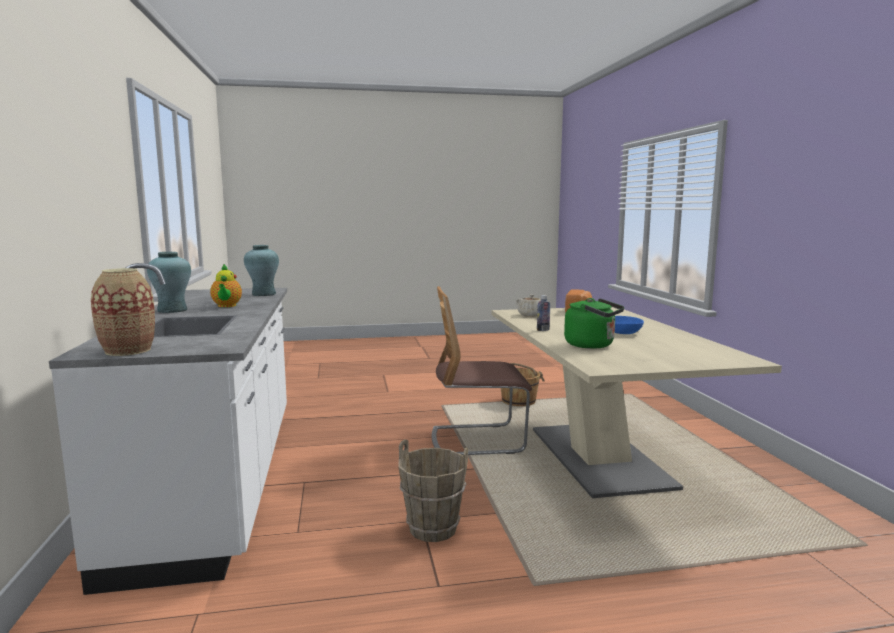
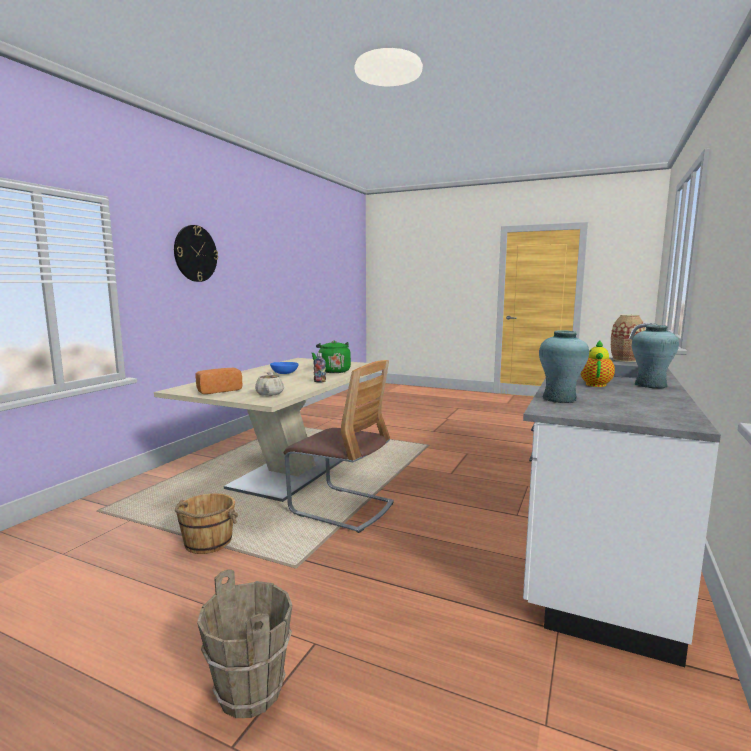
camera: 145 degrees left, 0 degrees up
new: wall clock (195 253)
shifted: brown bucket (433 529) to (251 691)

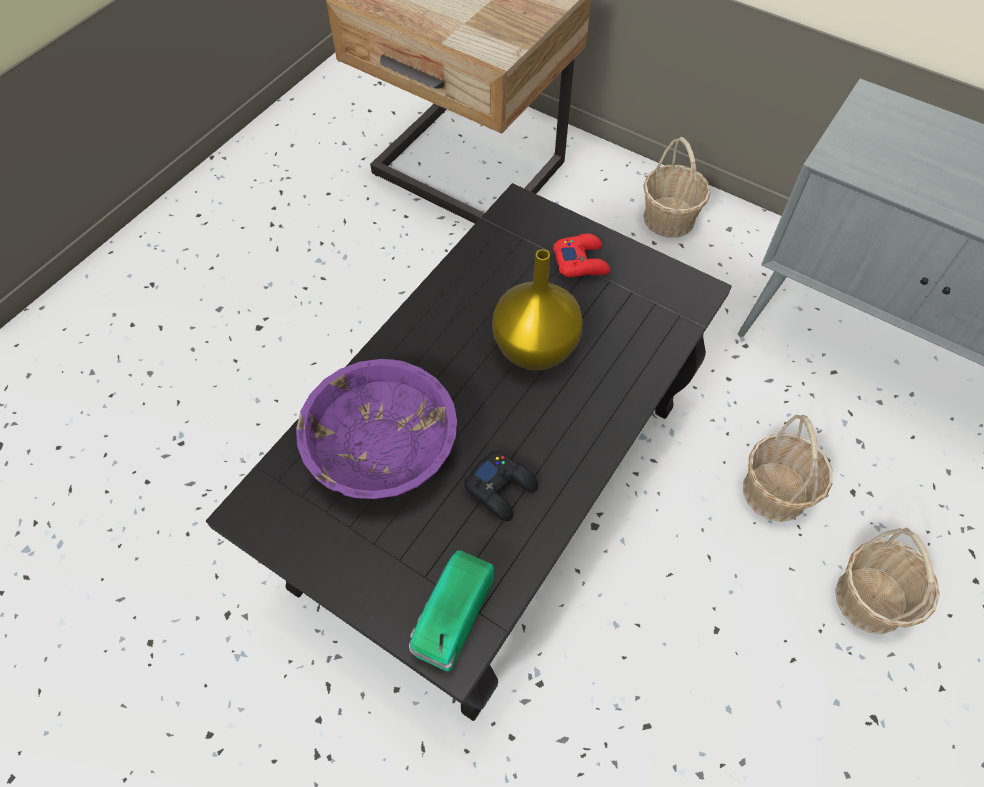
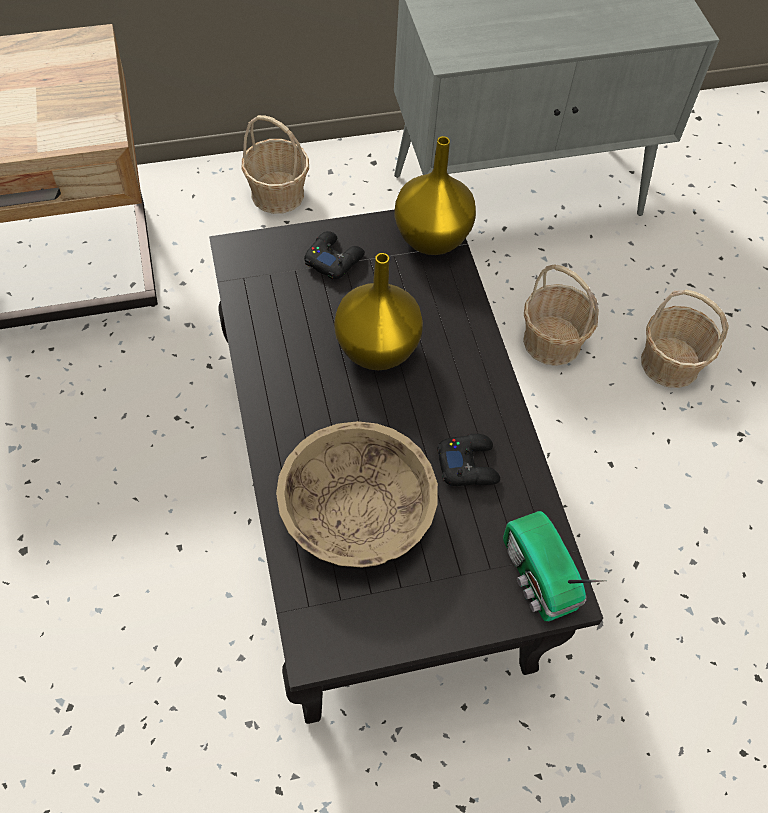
camera: 50 degrees left, 0 degrees up
new: yellow vase (431 239)
repainted: red game controller (581 261) to black game controller (334 259); purple bowl (381 449) to beige bowl (356 513)

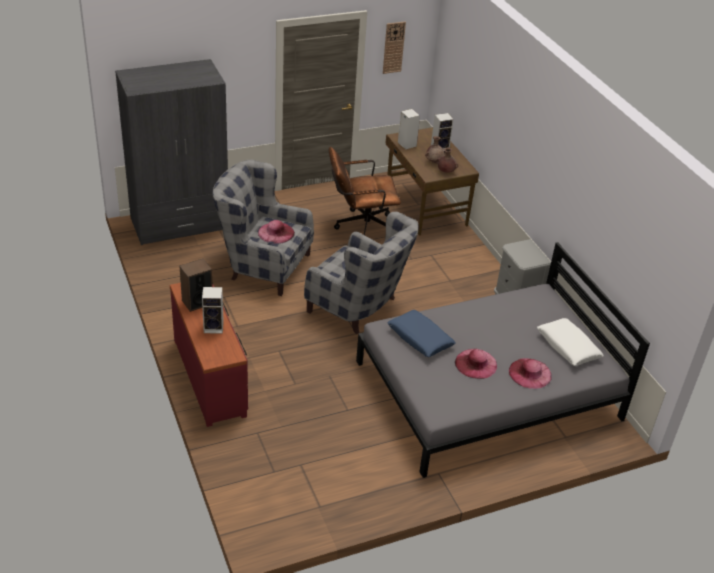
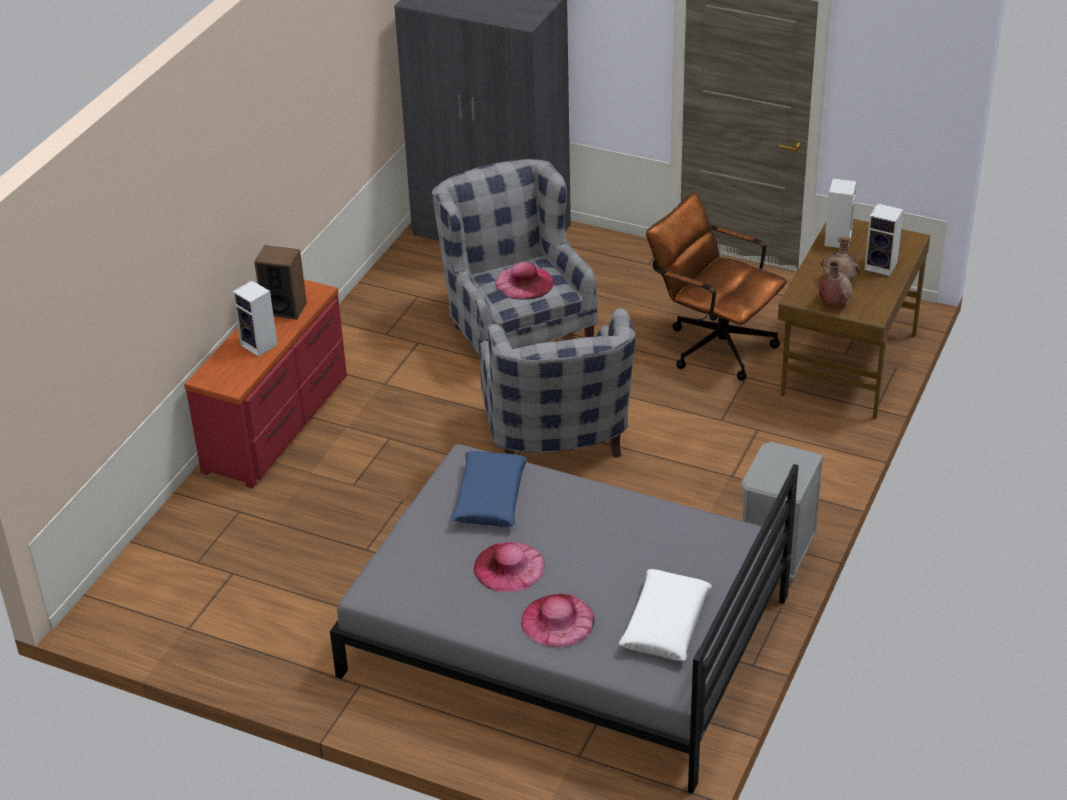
camera: 50 degrees right, 0 degrees up
gone: wall clock (393 47)

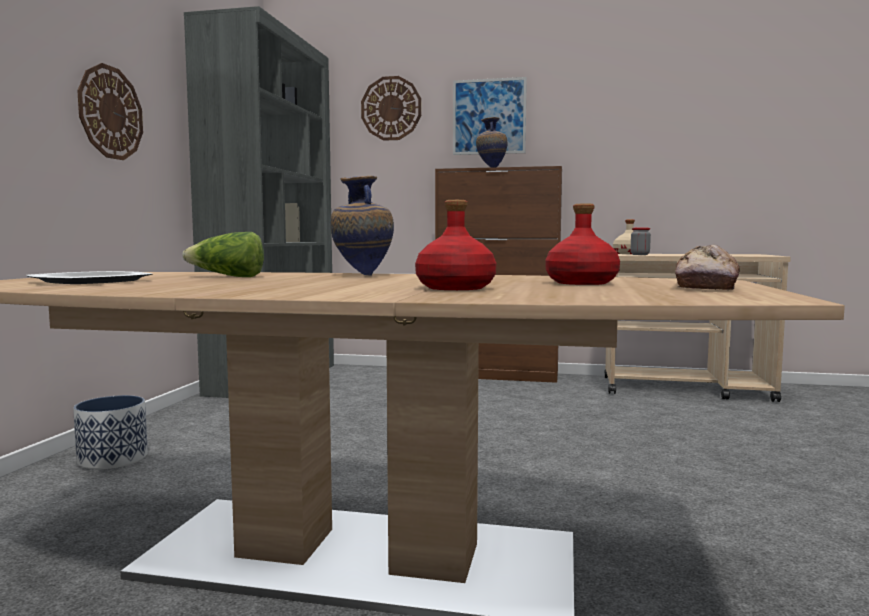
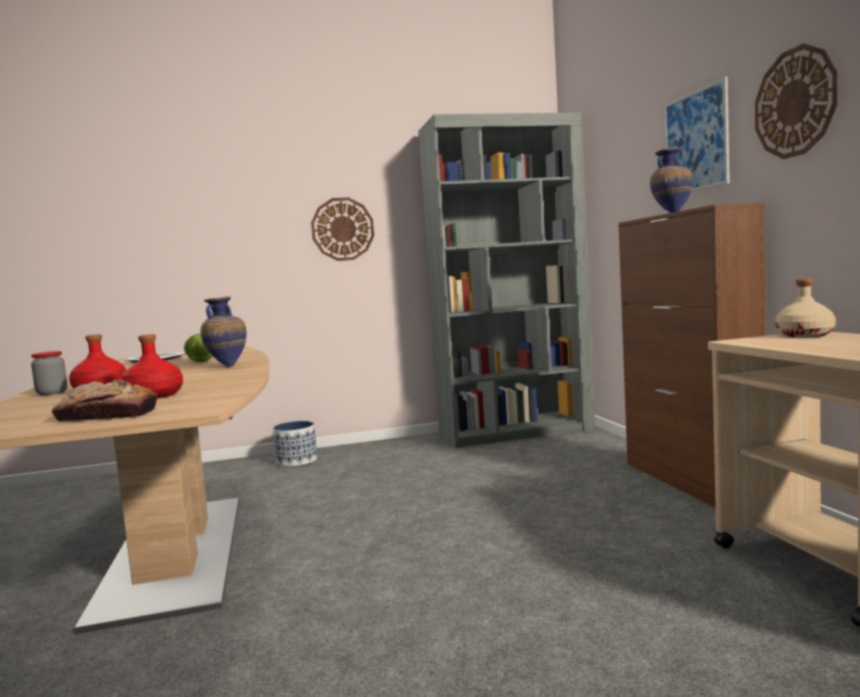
camera: 65 degrees right, 0 degrees up
shifted: wall clock (391 108) to (795 103); jar (640 254) to (52 393)

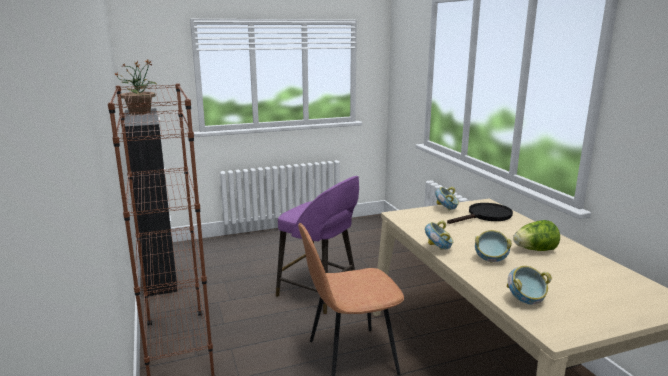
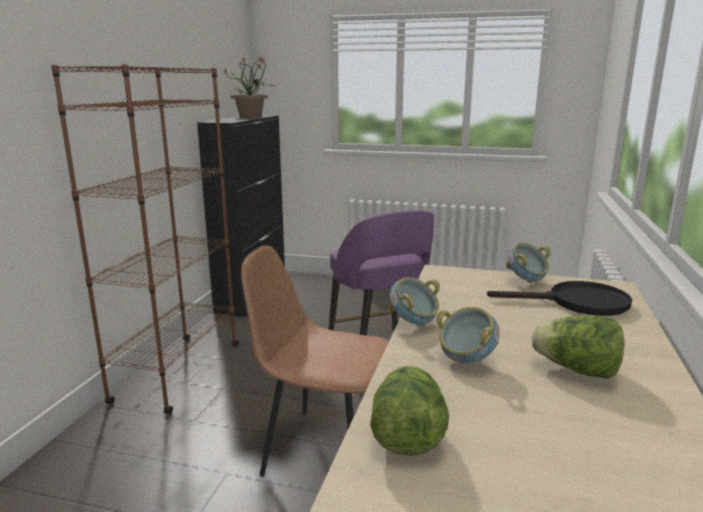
camera: 35 degrees right, 0 degrees up
swapped: bowl (525 301) to lettuce (407 435)

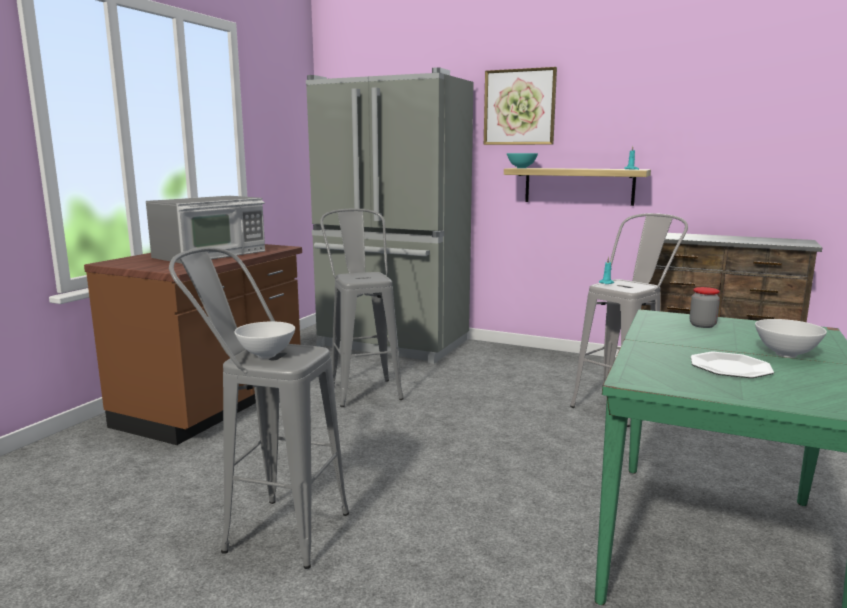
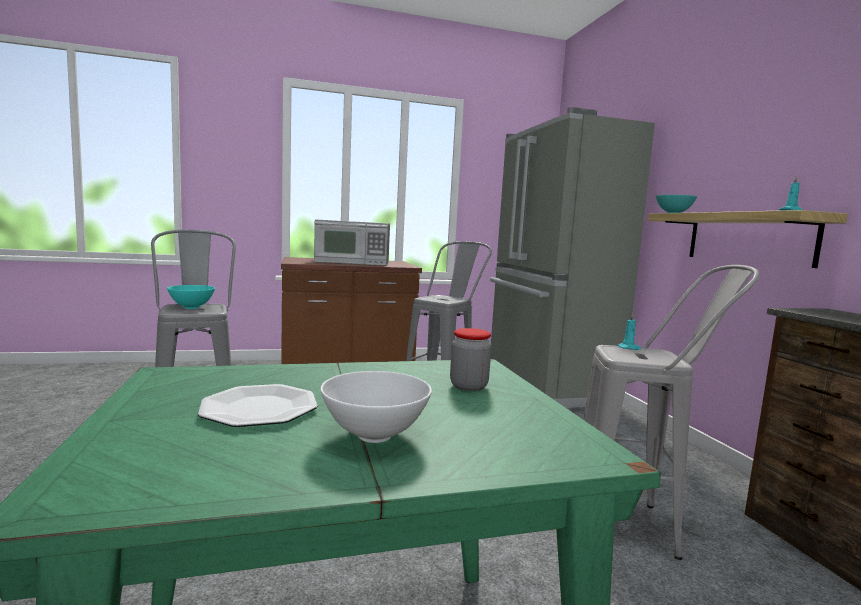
camera: 50 degrees right, 5 degrees down
gone: picture (519 107)
repainted: white bowl (266 355) to turquoise bowl (192 307)

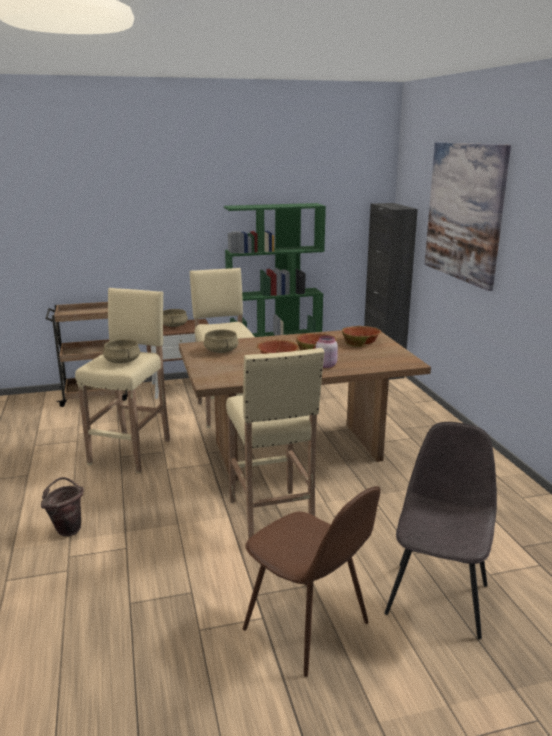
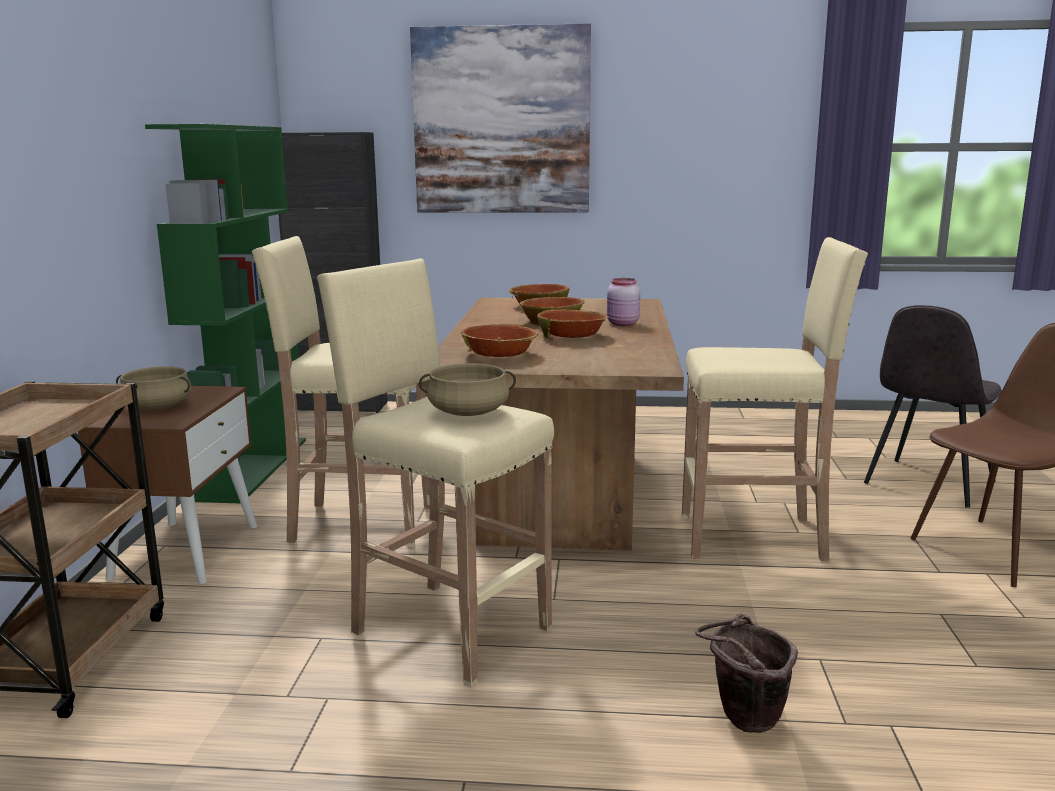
camera: 70 degrees left, 5 degrees down
swapped: beige cooking pot (220 351) to bowl (500 355)
rotated: grey chair (438 597) = (927 484) 90 degrees counterclockwise

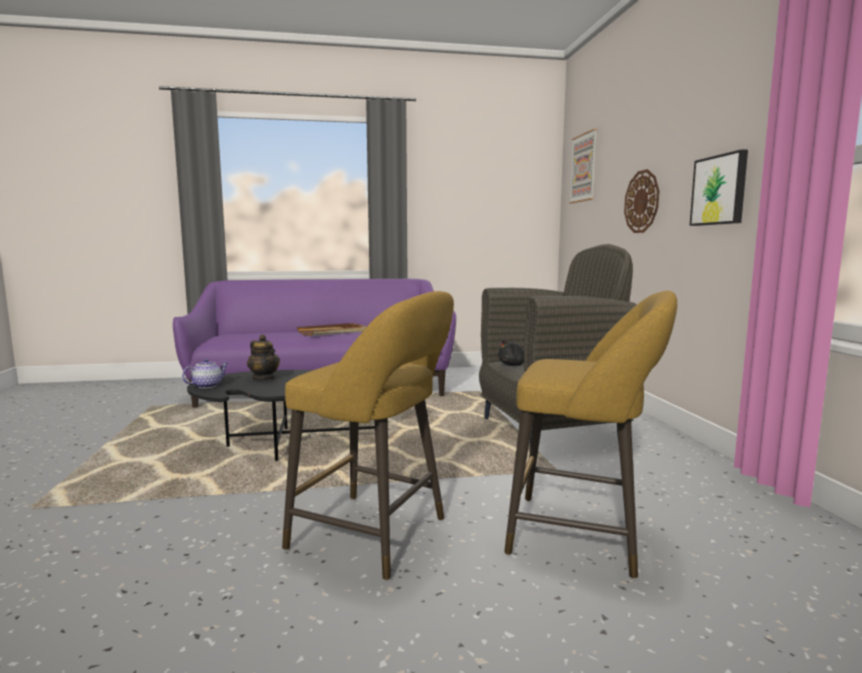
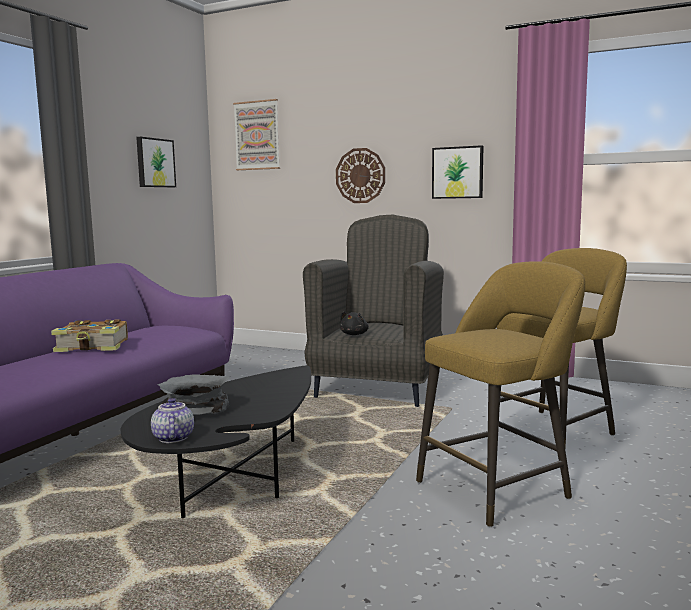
camera: 55 degrees left, 0 degrees up
new: picture (155 163)
swapped: brown tray (333 332) to book (93 347); teapot (264 378) to grey bowl (194 410)

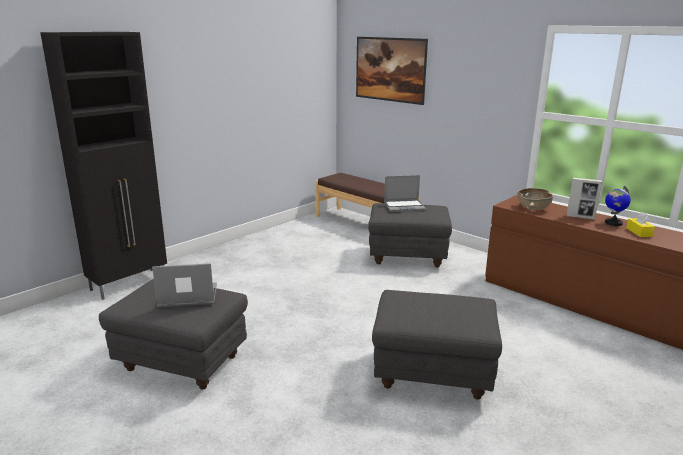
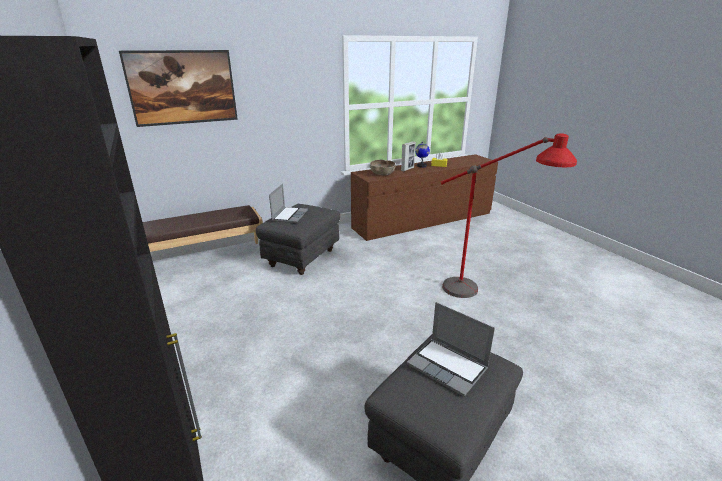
camera: 70 degrees left, 5 degrees up
swapped: grey ottoman (431 376) to red floor lamp (485 295)
rotated: laptop (187 297) = (448 367) 60 degrees counterclockwise

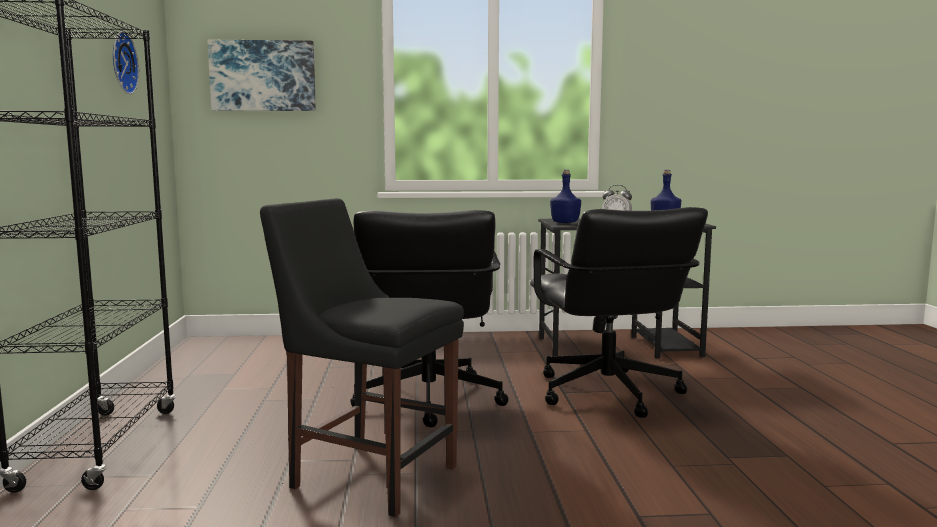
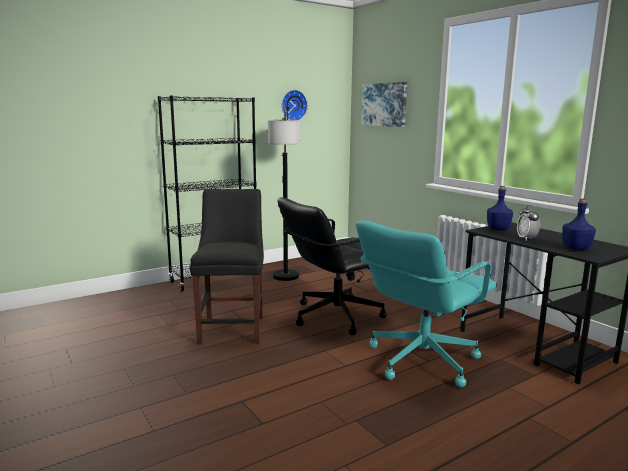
camera: 60 degrees right, 5 degrees up
new: floor lamp (285 276)
repainted: black office chair (607 393) to turquoise office chair (421 360)

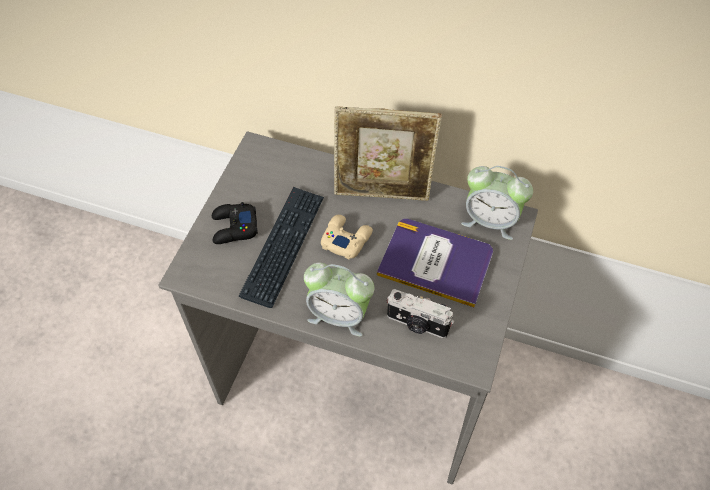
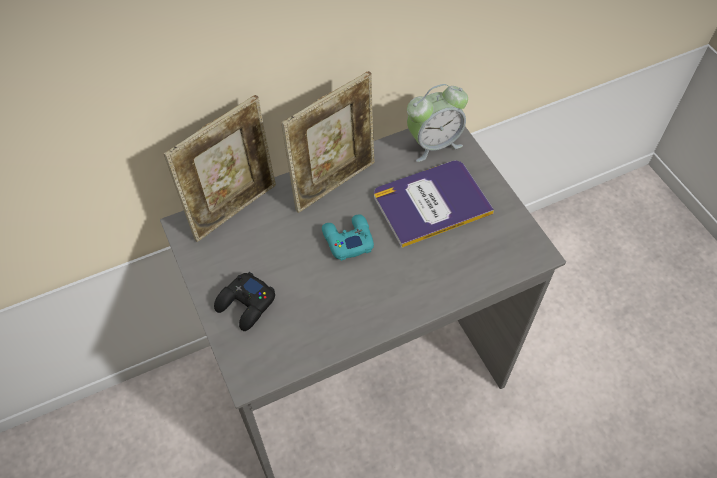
camera: 45 degrees left, 0 degrees up
gone: keyboard (283 246); alarm clock (339 315); photo camera (417 324)
new: picture frame (234 208)
repainted: beige game controller (346 239) to turquoise game controller (347 240)

